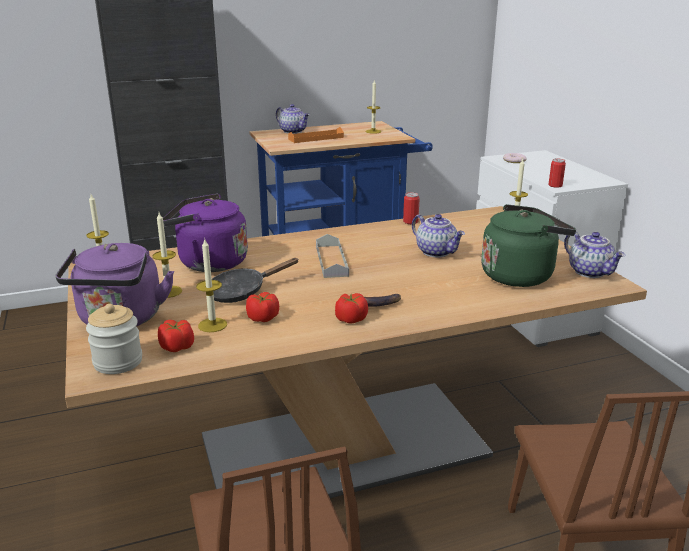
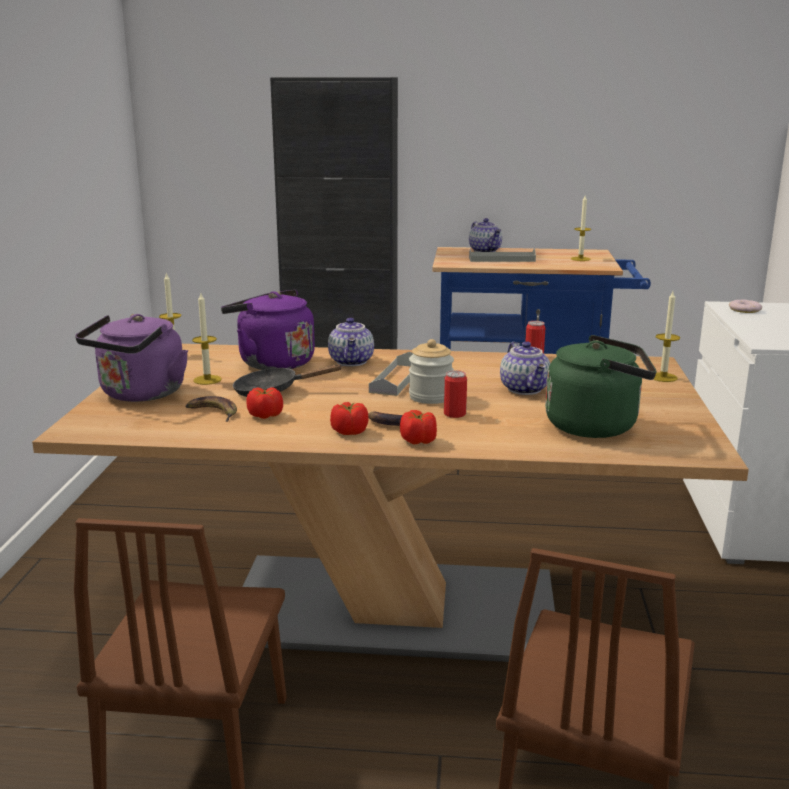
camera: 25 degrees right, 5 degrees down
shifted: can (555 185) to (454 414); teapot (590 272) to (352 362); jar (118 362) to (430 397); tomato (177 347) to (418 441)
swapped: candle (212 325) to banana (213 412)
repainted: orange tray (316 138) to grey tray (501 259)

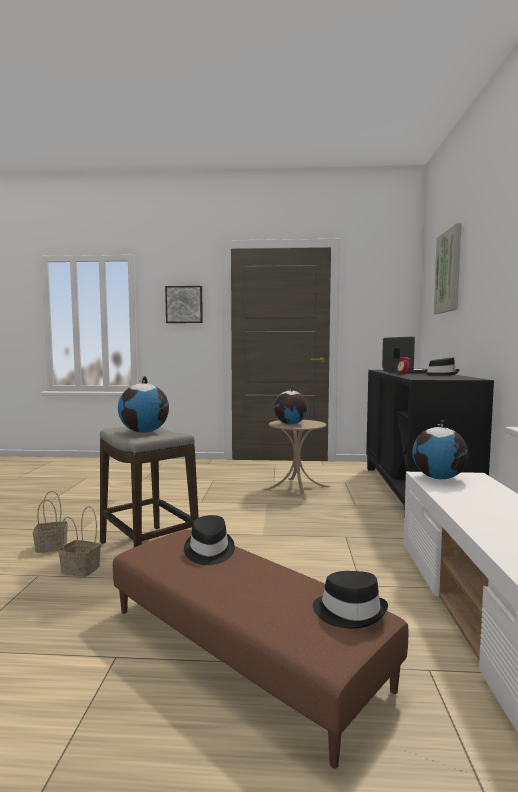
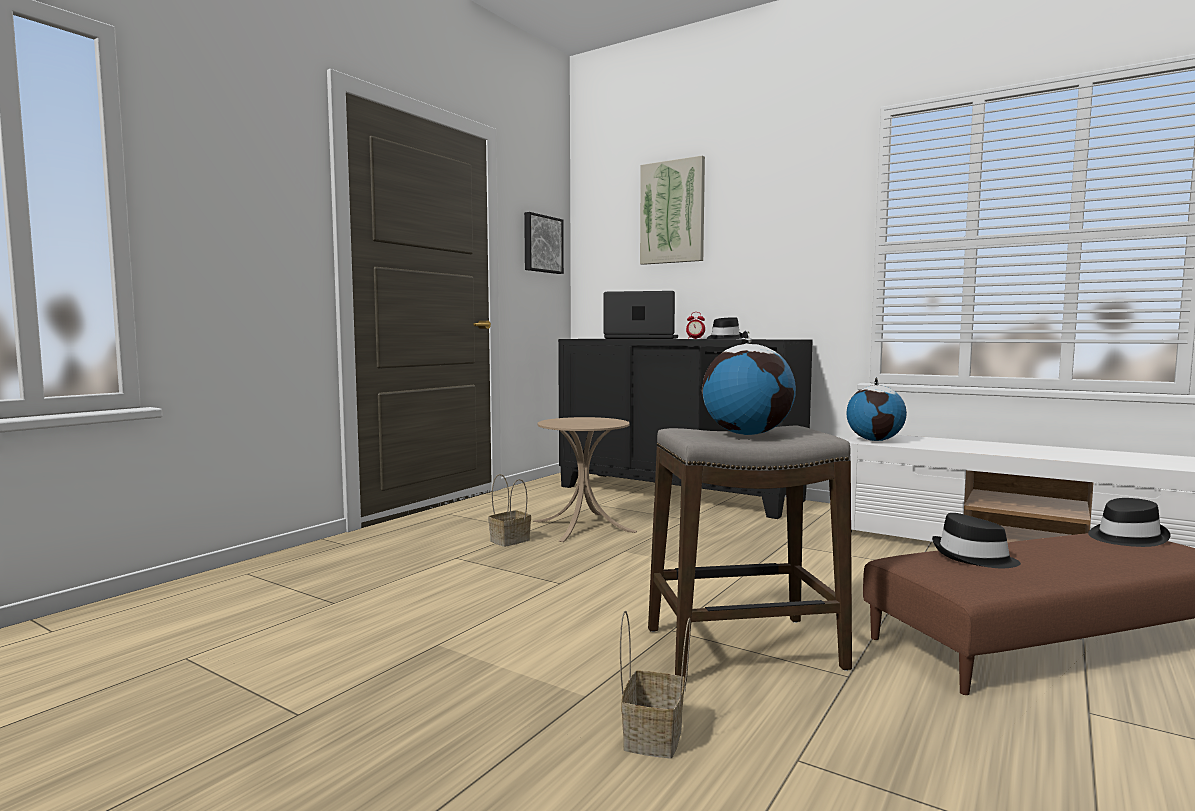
camera: 60 degrees left, 0 degrees up
gone: globe (290 424)
shifted: picture (184 304) to (542 244); basket (82 569) to (510 540)

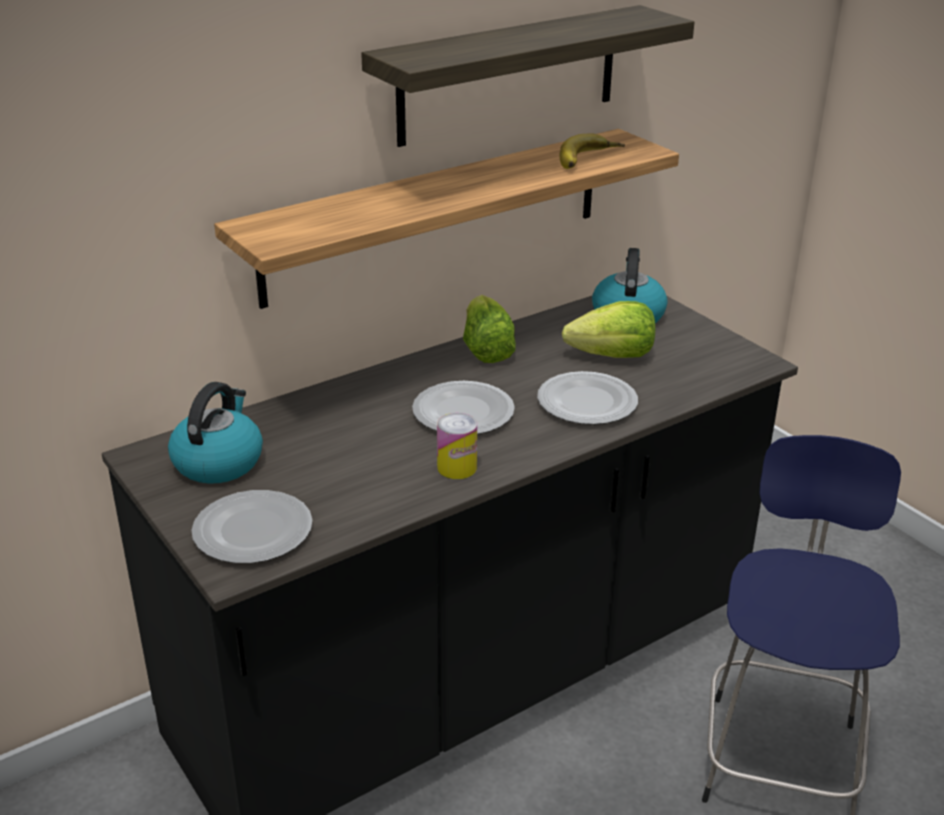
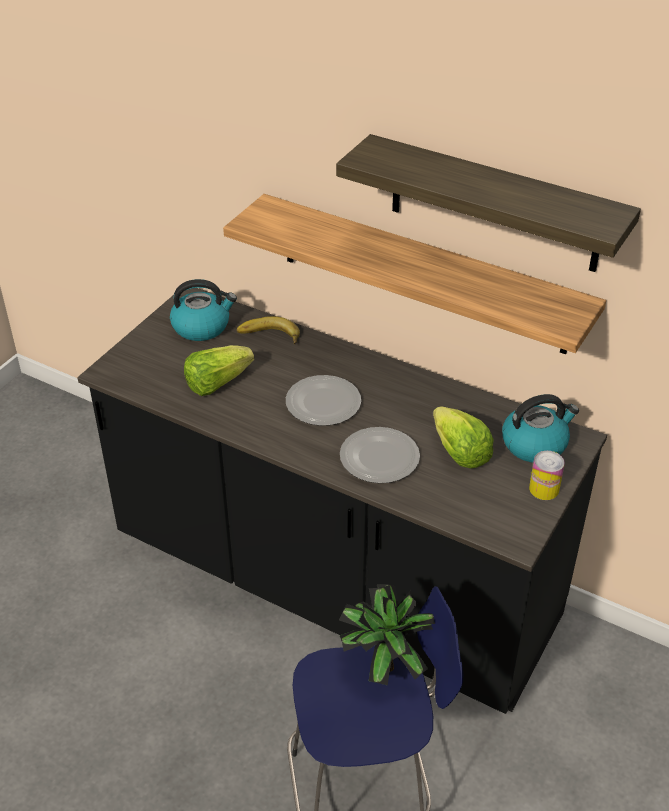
camera: 65 degrees right, 10 degrees up
gone: plate (254 531)
new: potted plant (384 663)
shifted: banana (589 160) to (268 337); lettuce (486 349) to (217 383); can (457 467) to (544 489)

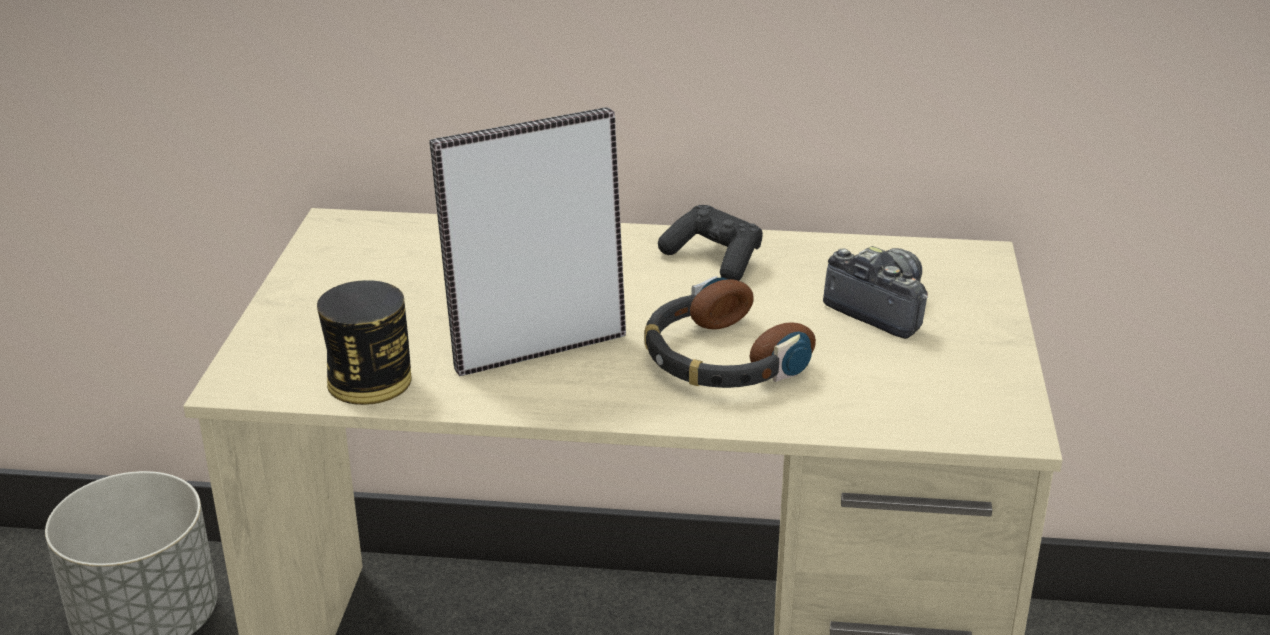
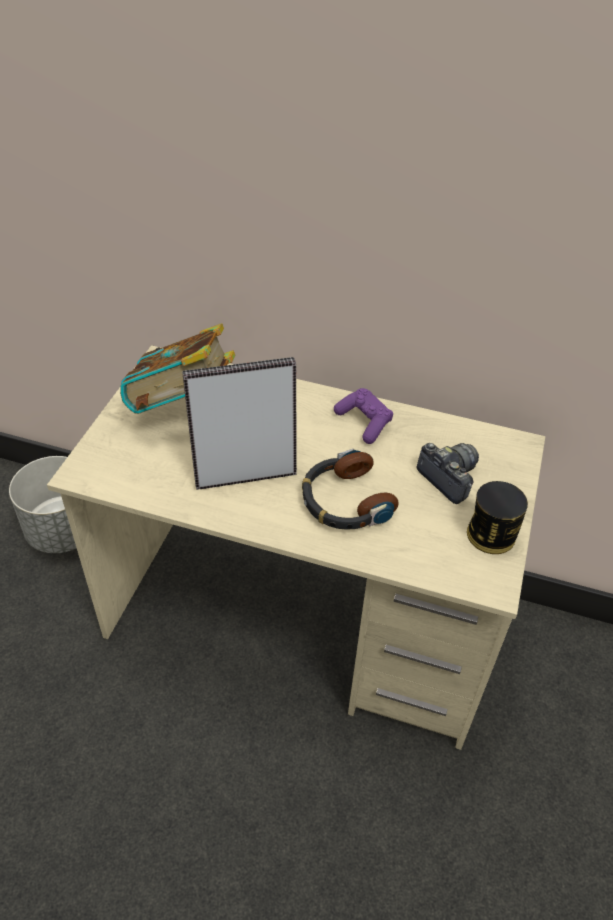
camera: 10 degrees right, 15 degrees up
new: book (184 406)
shifted: can (369 381) to (491 535)
repainted: black game controller (714 259) to purple game controller (364 422)

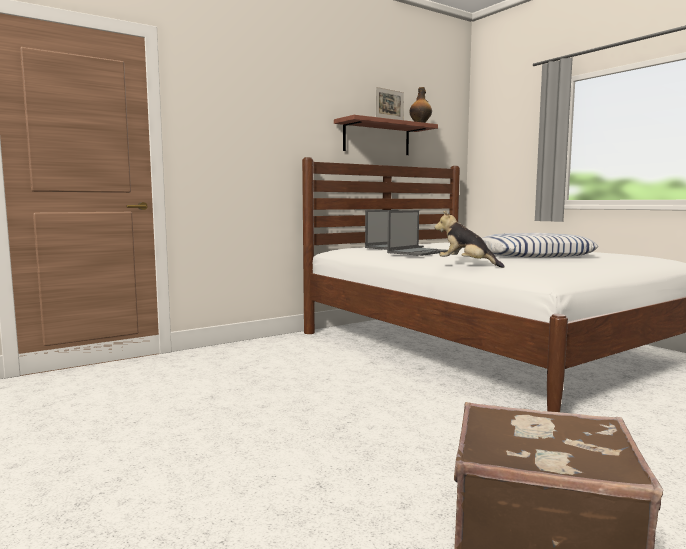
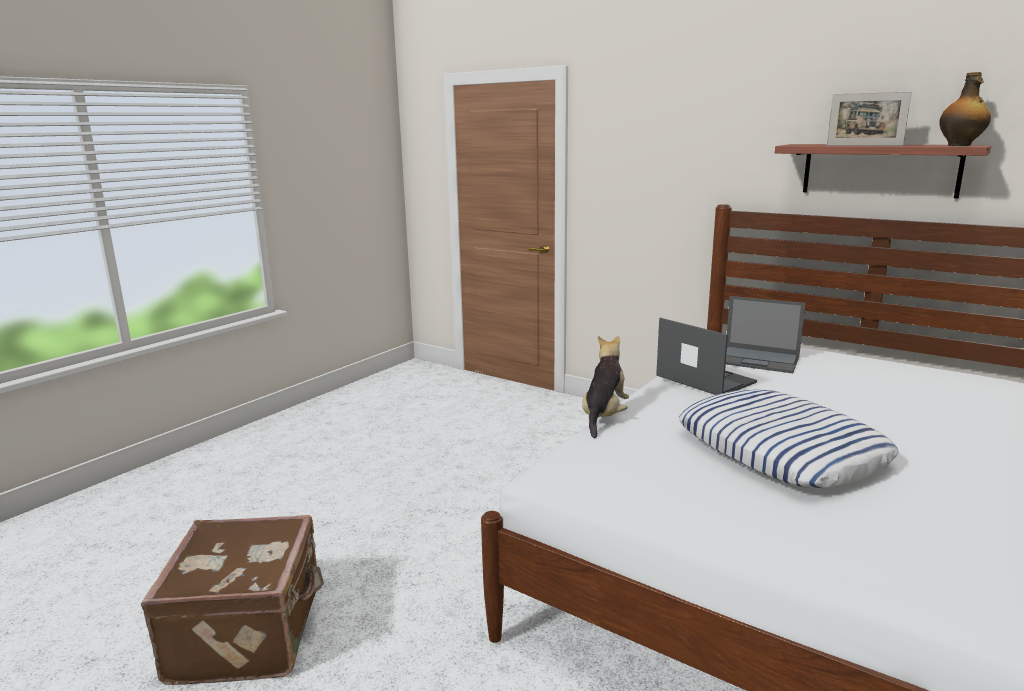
camera: 70 degrees right, 10 degrees up
rotated: laptop (419 252) = (704 379) 150 degrees counterclockwise

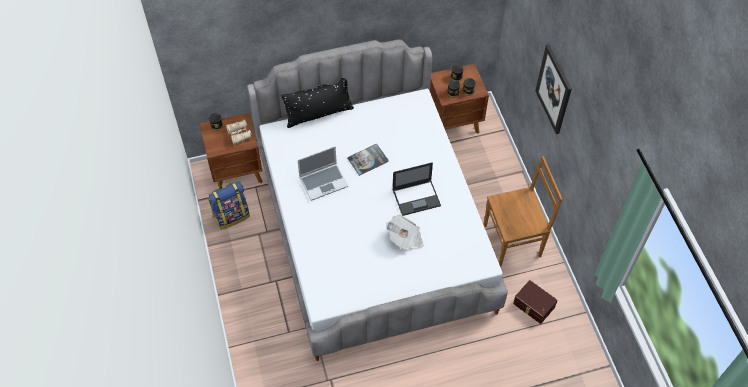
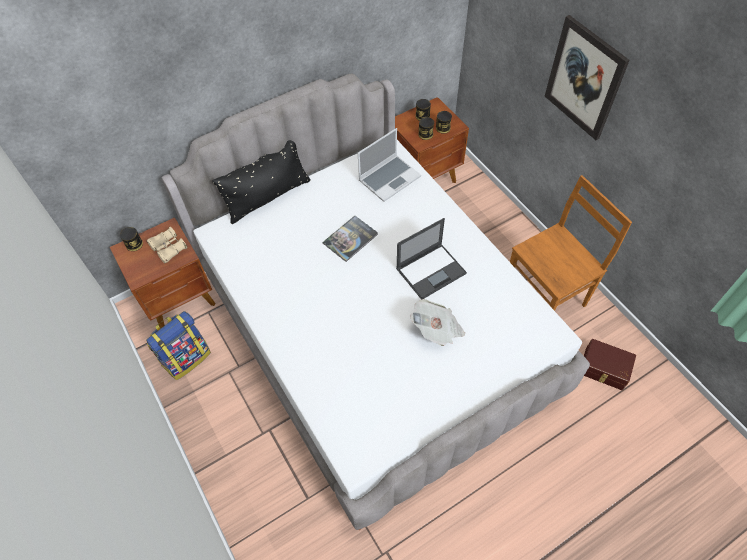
camera: 15 degrees left, 0 degrees up
shifted: laptop (324 182) to (389 178)

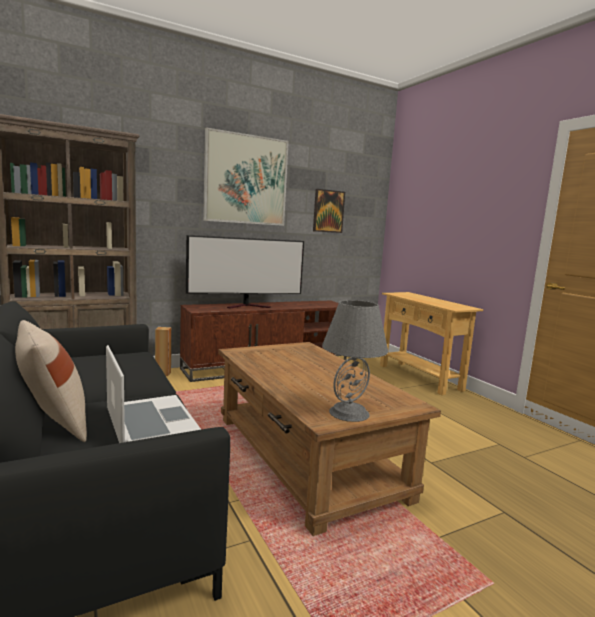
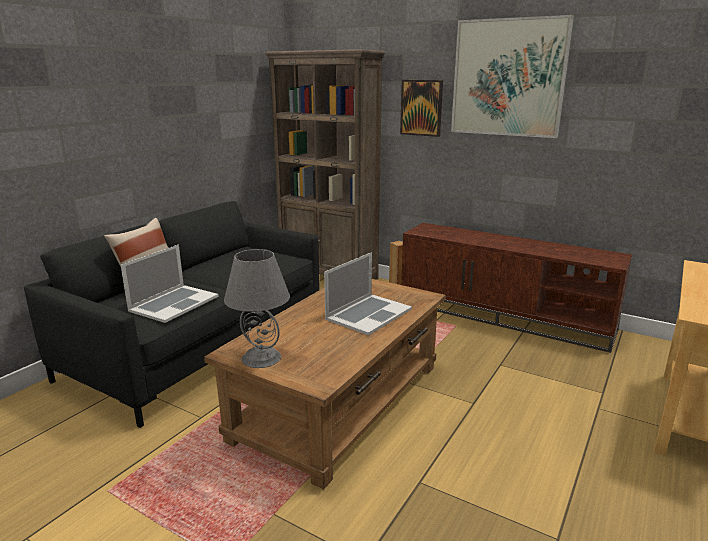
camera: 60 degrees right, 10 degrees up
gone: television (248 306)
new: laptop (368 314)
shifted: picture (328 211) to (421 108)

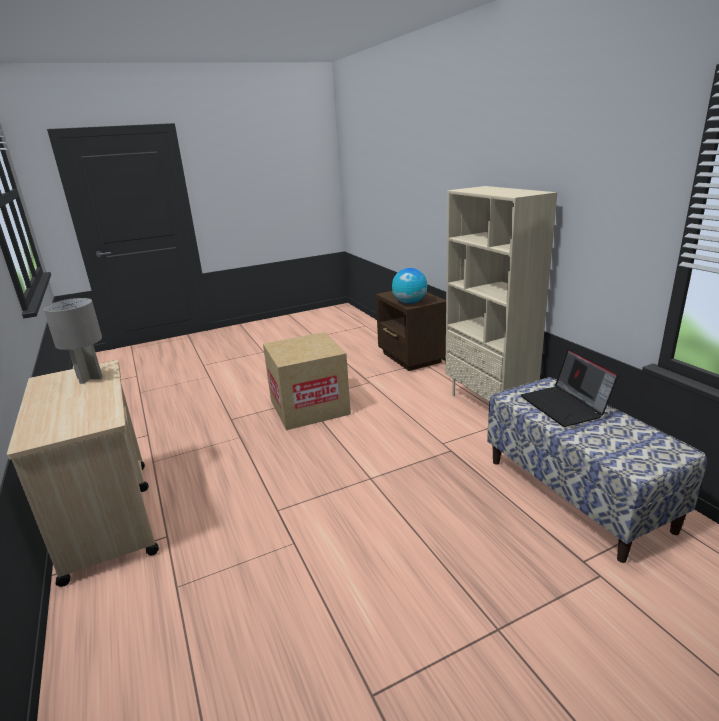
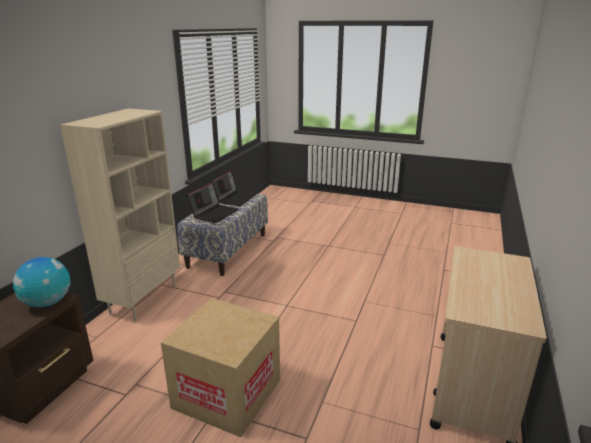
camera: 135 degrees left, 0 degrees up
gone: grey table lamp (89 377)
new: laptop (235 198)

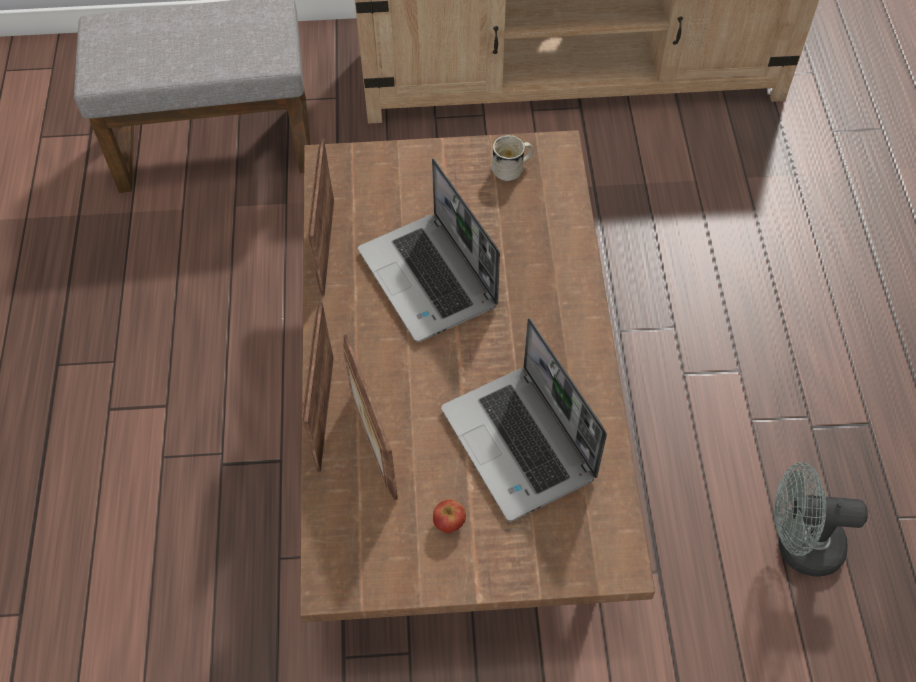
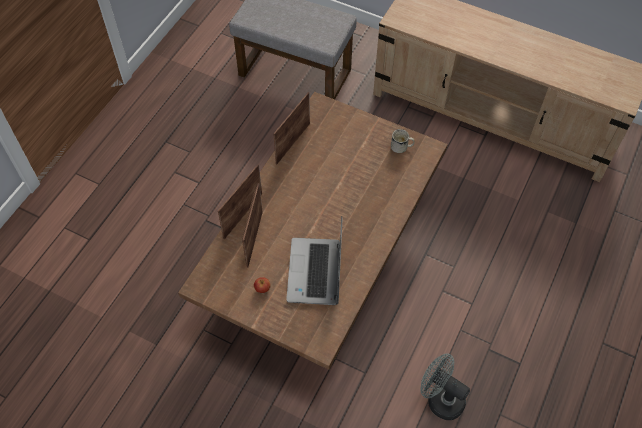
camera: 30 degrees right, 0 degrees up
gone: laptop (430 279)

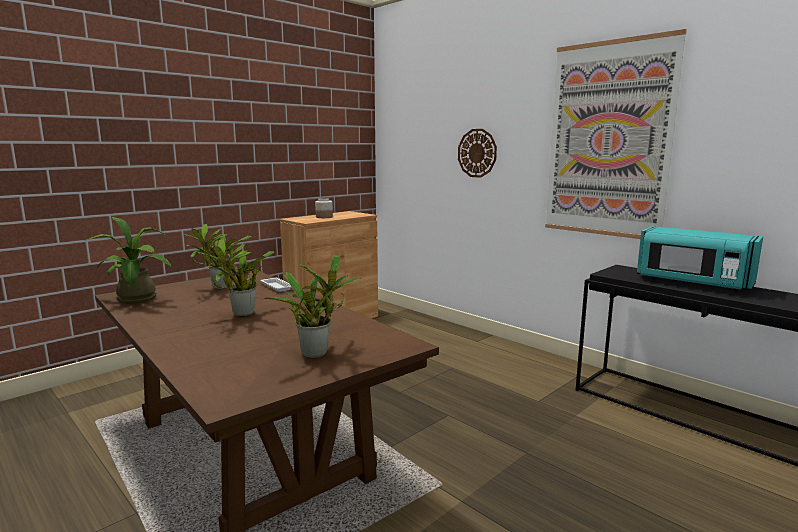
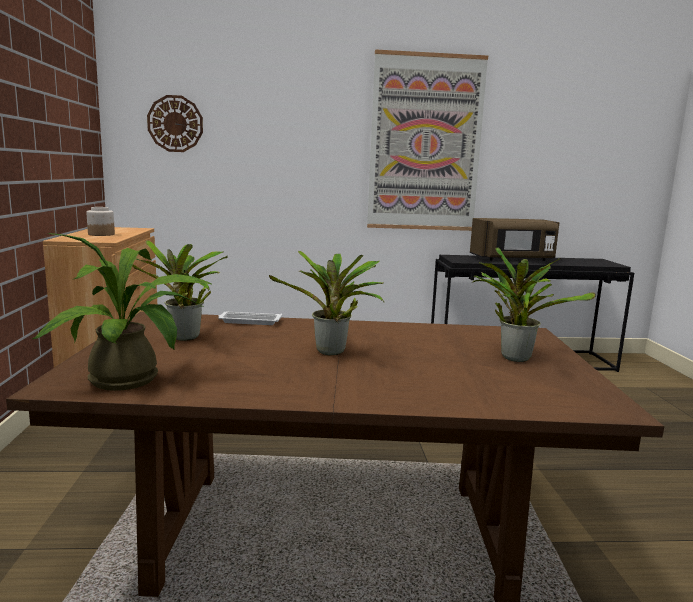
camera: 50 degrees left, 0 degrees up
shifted: wall clock (477 153) to (175 124)
repainted: turquoise microwave (692 283) to brown microwave (513 259)

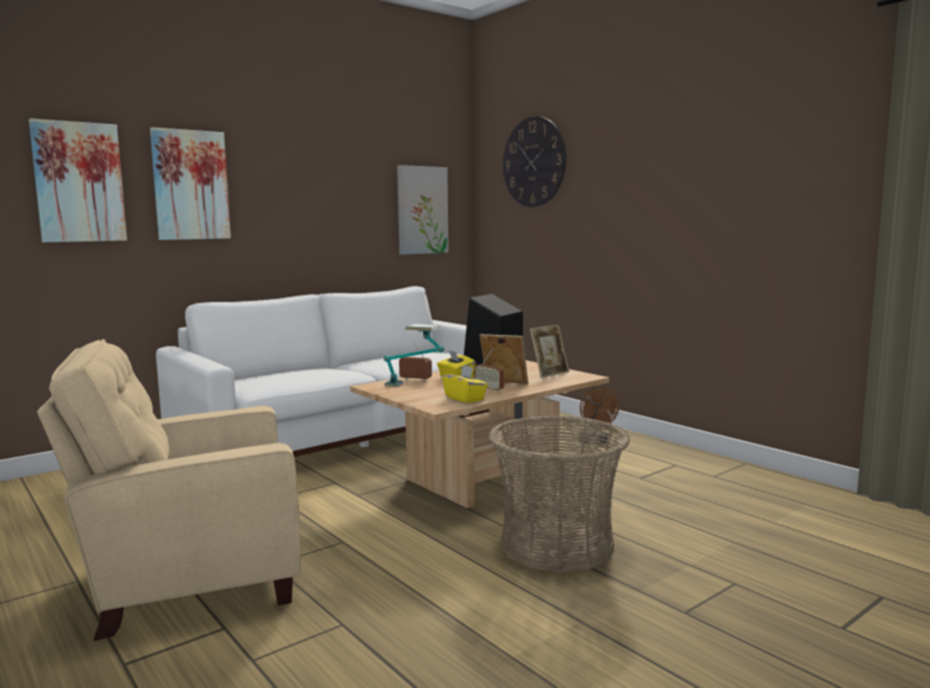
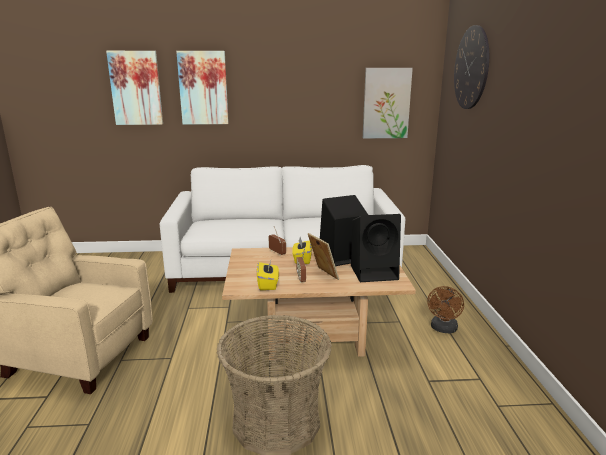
camera: 35 degrees right, 10 degrees up
gone: table lamp (414 386)
swapped: picture frame (549 374) to black speaker (375 272)

